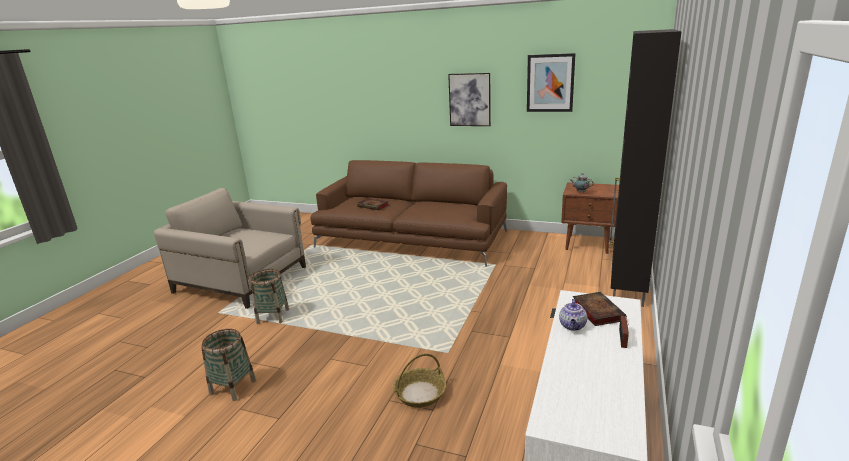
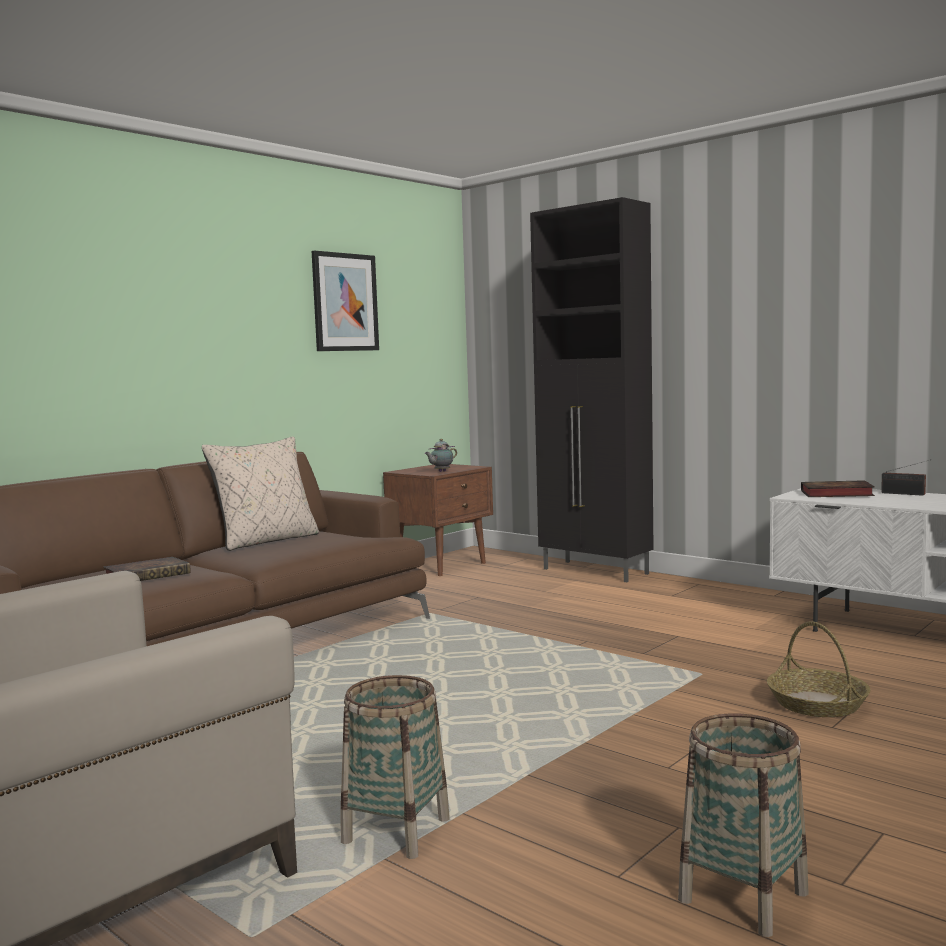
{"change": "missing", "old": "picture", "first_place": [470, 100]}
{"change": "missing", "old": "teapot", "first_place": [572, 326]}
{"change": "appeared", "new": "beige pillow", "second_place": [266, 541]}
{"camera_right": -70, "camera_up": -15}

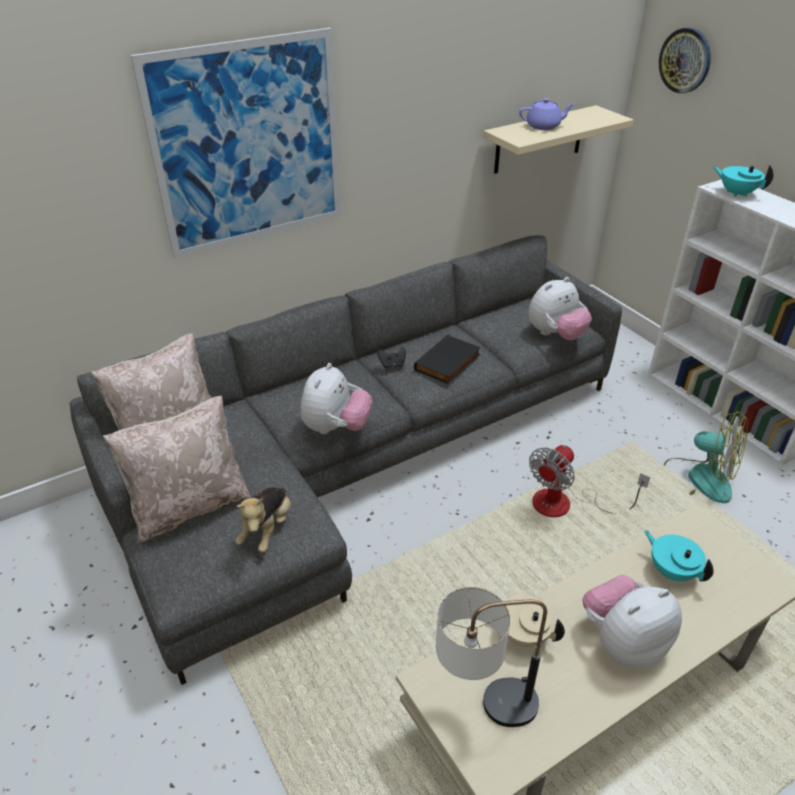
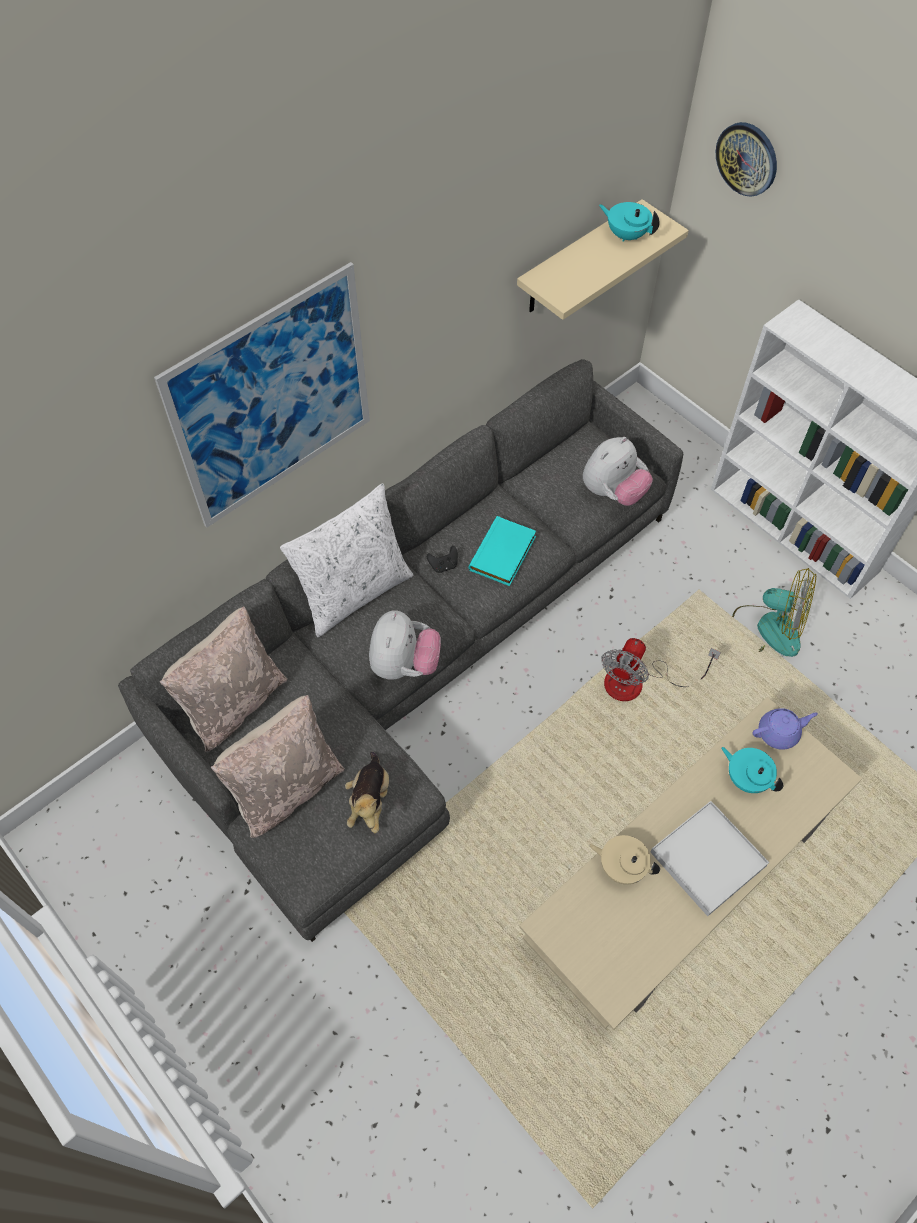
{"change": "missing", "old": "table lamp", "first_place": [483, 706]}
{"change": "appeared", "new": "white pillow", "second_place": [354, 592]}
{"change": "relocated", "old": "purple teapot", "first_place": [544, 126], "second_place": [779, 733]}
{"change": "relocated", "old": "turquoise teapot", "first_place": [736, 193], "second_place": [626, 235]}
{"change": "exchanged", "old": "plush toy", "new": "white tray", "first_place": [623, 642], "second_place": [708, 859]}
{"change": "colour", "old": "black book", "new": "turquoise book", "first_place": [448, 363], "second_place": [504, 554]}
{"camera_right": -10, "camera_up": 20}

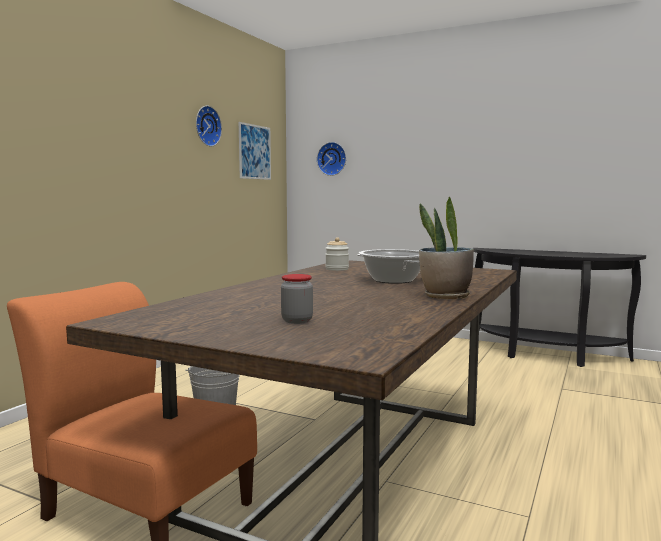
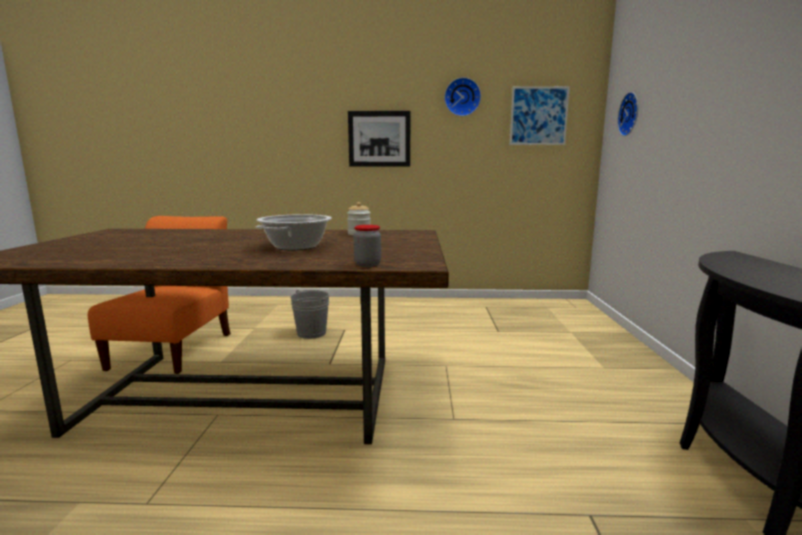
{"change": "missing", "old": "potted plant", "first_place": [445, 296]}
{"change": "appeared", "new": "picture", "second_place": [379, 139]}
{"change": "relocated", "old": "jar", "first_place": [297, 321], "second_place": [367, 265]}
{"camera_right": 65, "camera_up": 5}

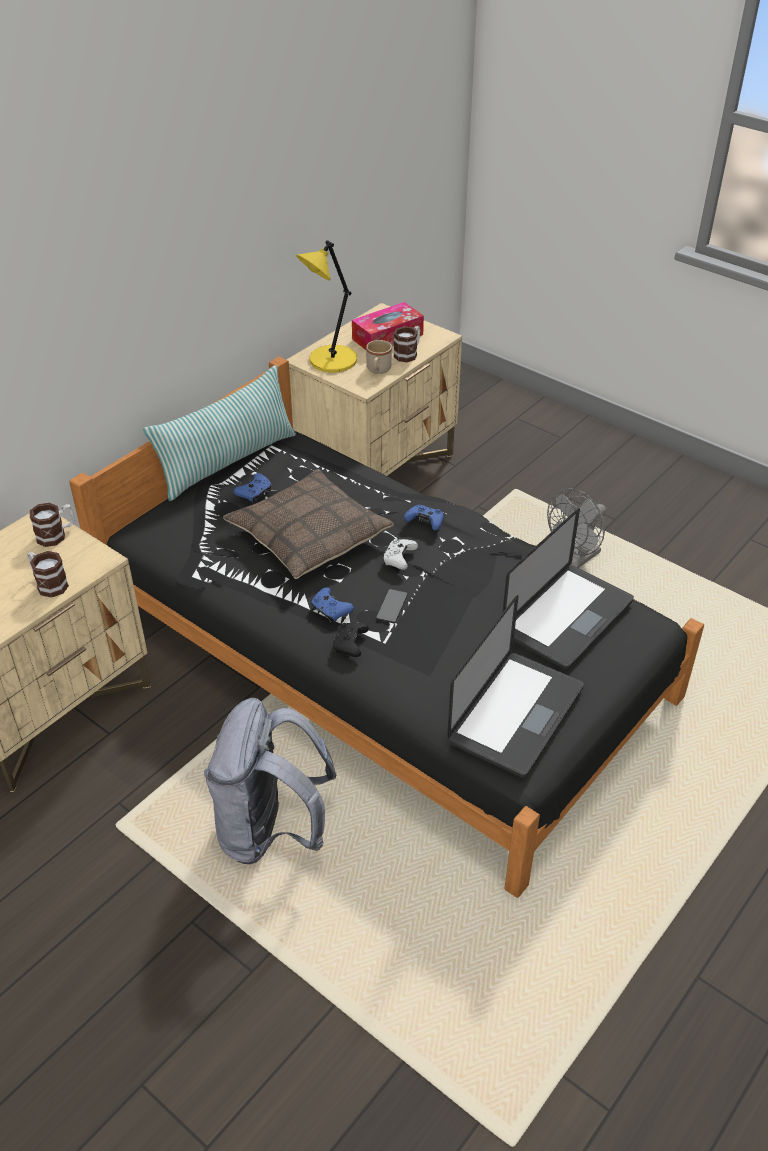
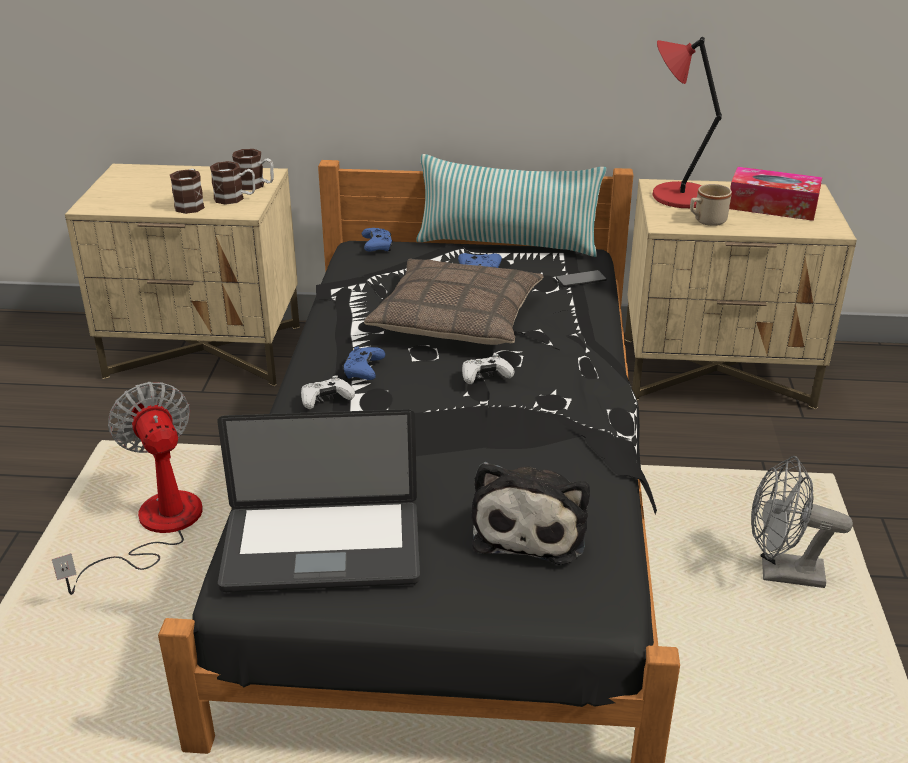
{"change": "relocated", "old": "phone", "first_place": [392, 607], "second_place": [581, 280]}
{"change": "relocated", "old": "mug", "first_place": [408, 353], "second_place": [235, 198]}
{"change": "relocated", "old": "blue game controller", "first_place": [425, 522], "second_place": [377, 246]}
{"change": "exchanged", "old": "grey backpack", "new": "fan", "first_place": [271, 831], "second_place": [155, 529]}
{"change": "exchanged", "old": "laptop", "new": "plush toy", "first_place": [567, 618], "second_place": [531, 528]}
{"change": "colour", "old": "yellow table lamp", "new": "red table lamp", "first_place": [331, 361], "second_place": [678, 196]}
{"change": "colour", "old": "black game controller", "new": "white game controller", "first_place": [350, 644], "second_place": [326, 400]}
{"camera_right": 55, "camera_up": -10}

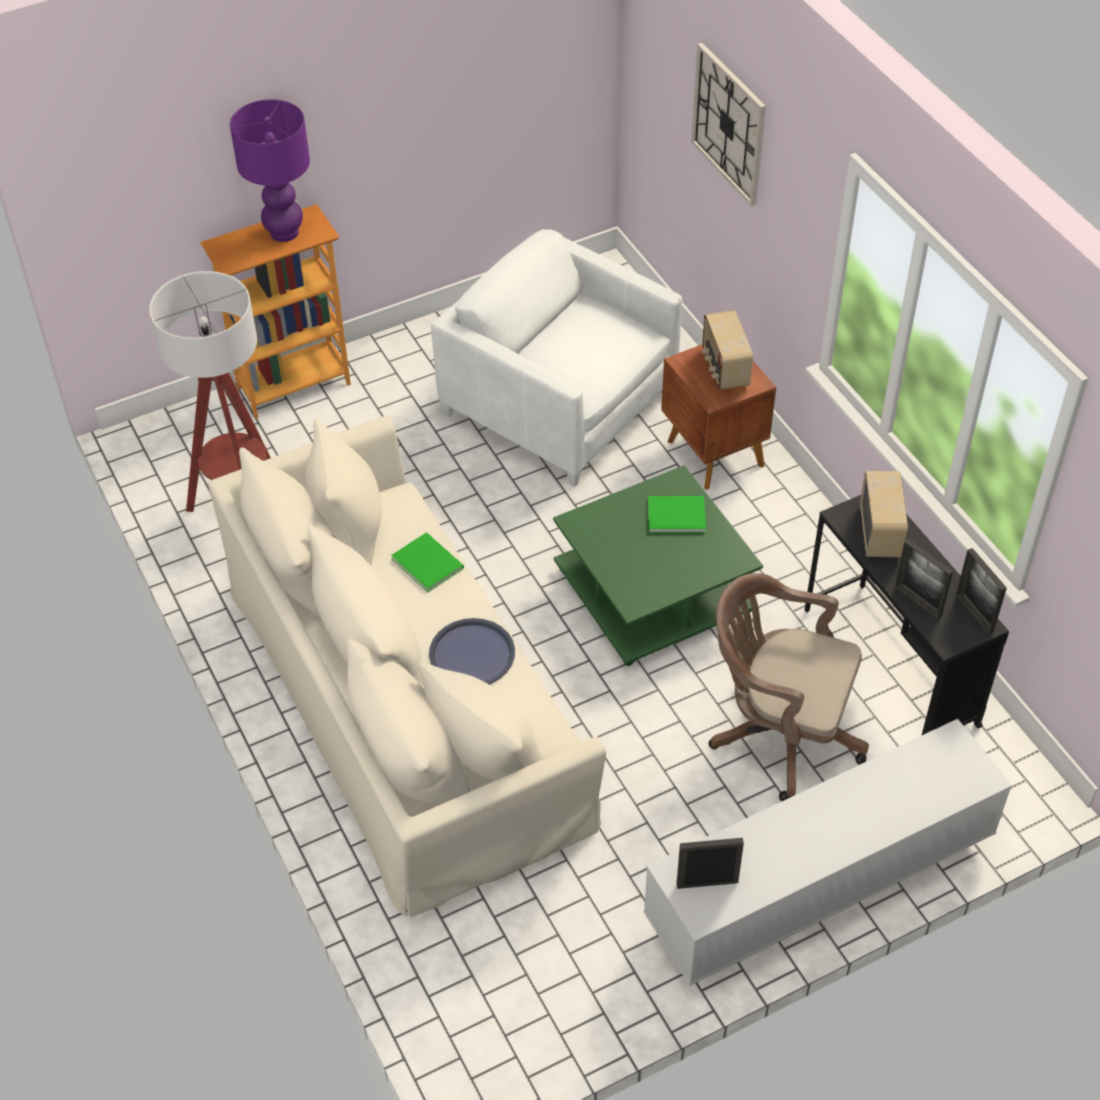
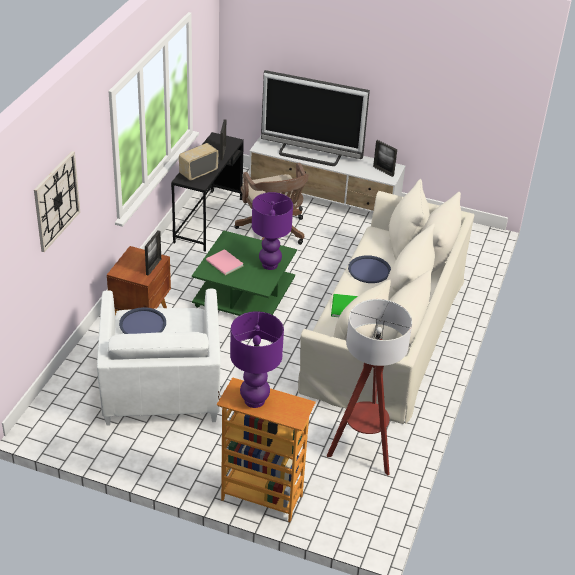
{"change": "missing", "old": "radio", "first_place": [724, 368]}
{"change": "appeared", "new": "blue tray", "second_place": [143, 324]}
{"change": "appeared", "new": "purple table lamp", "second_place": [270, 265]}
{"change": "appeared", "new": "television", "second_place": [310, 154]}
{"change": "relocated", "old": "picture frame", "first_place": [974, 613], "second_place": [153, 267]}
{"change": "colour", "old": "green book", "new": "pink book", "first_place": [674, 514], "second_place": [224, 264]}
{"camera_right": -135, "camera_up": -10}

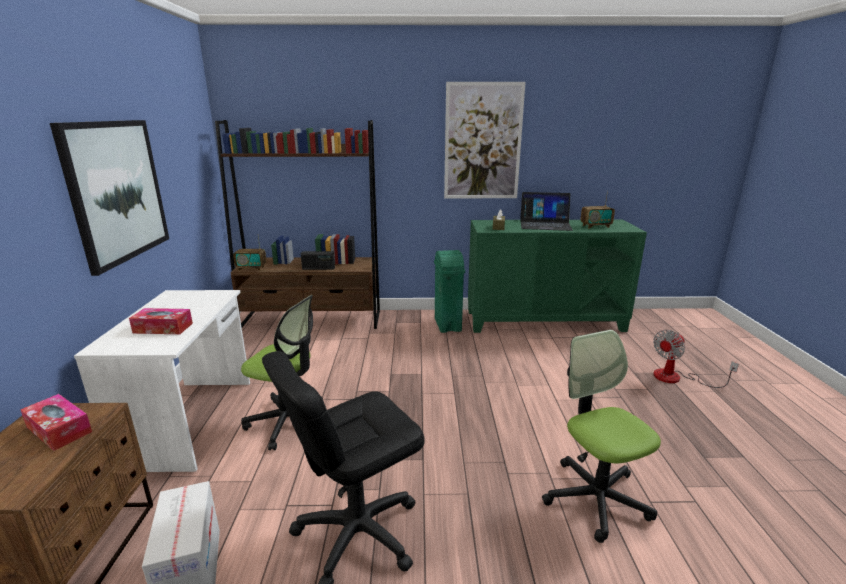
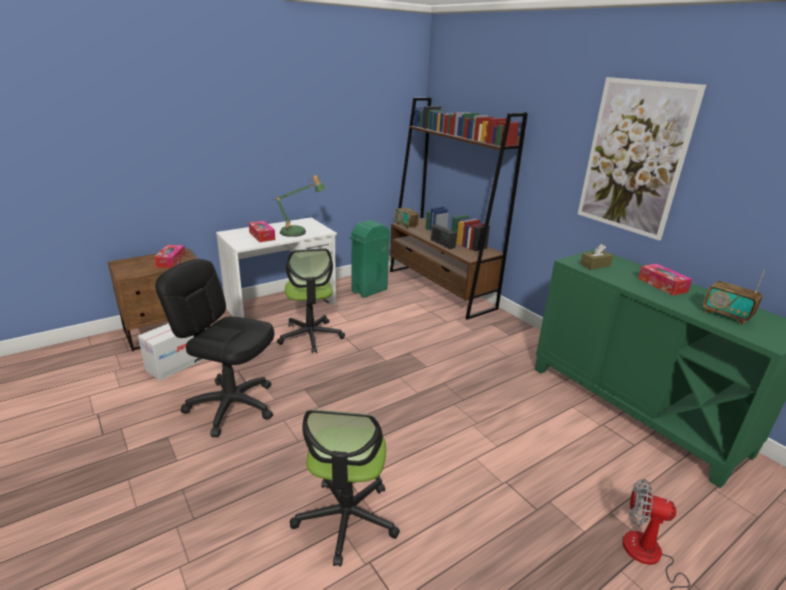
{"change": "missing", "old": "picture", "first_place": [117, 191]}
{"change": "appeared", "new": "table lamp", "second_place": [298, 232]}
{"change": "relocated", "old": "green trash can", "first_place": [447, 325], "second_place": [369, 290]}
{"change": "exchanged", "old": "laptop", "new": "tissue box", "first_place": [545, 224], "second_place": [662, 285]}
{"change": "spun", "old": "office chair", "first_place": [596, 498], "second_place": [346, 519], "degrees": 150}
{"camera_right": 55, "camera_up": 5}

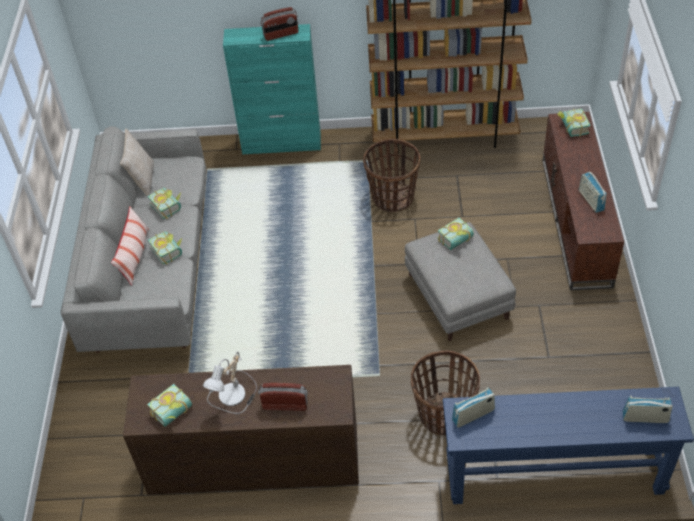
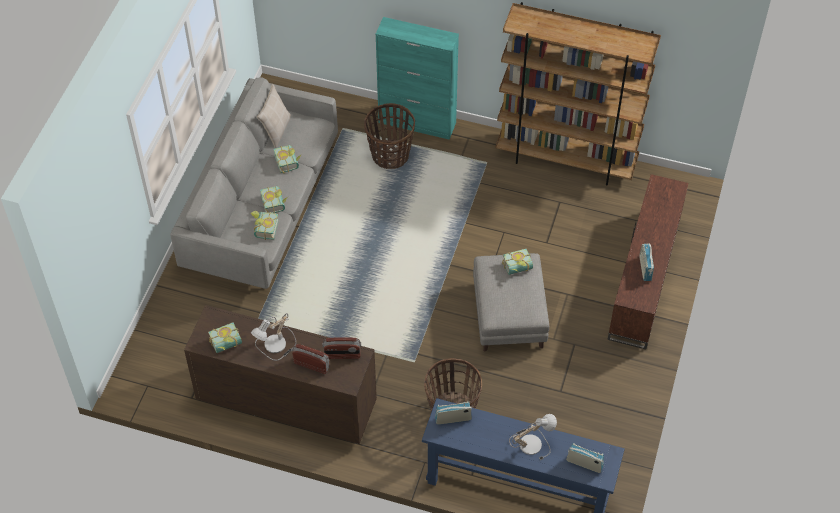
{"change": "missing", "old": "pillow", "first_place": [134, 256]}
{"change": "appeared", "new": "table lamp", "second_place": [530, 442]}
{"change": "relocated", "old": "radio", "first_place": [281, 34], "second_place": [342, 355]}
{"change": "relocated", "old": "basket", "first_place": [392, 197], "second_place": [390, 155]}
{"change": "relocated", "old": "book", "first_place": [571, 128], "second_place": [263, 229]}
{"camera_right": 15, "camera_up": 5}

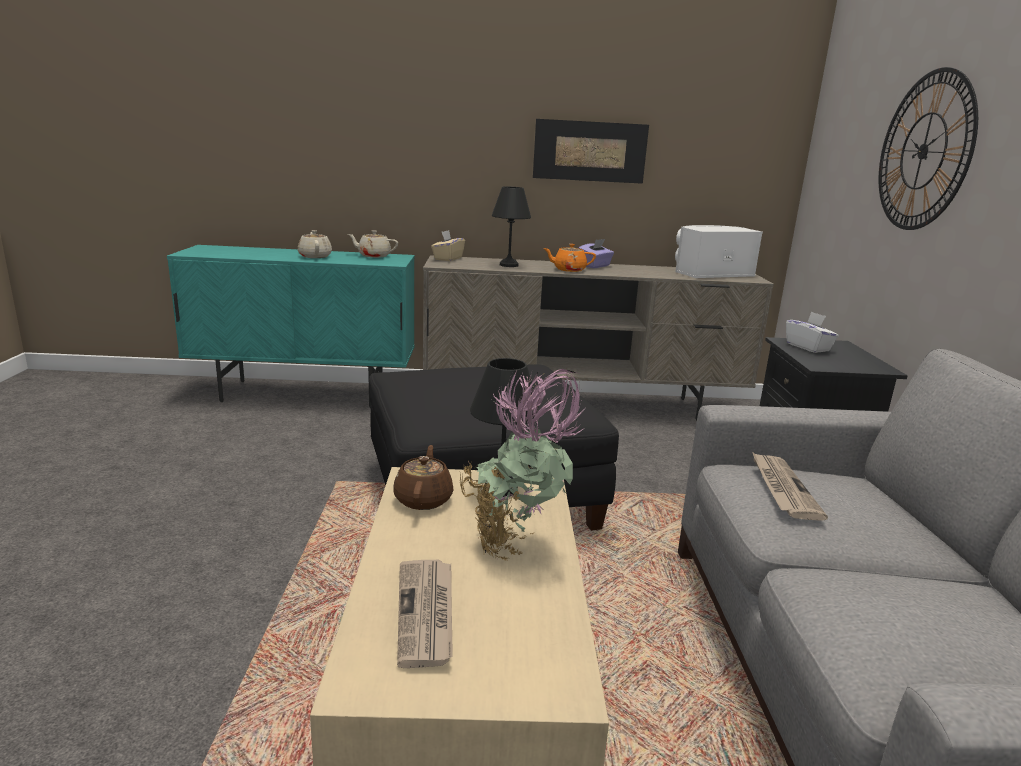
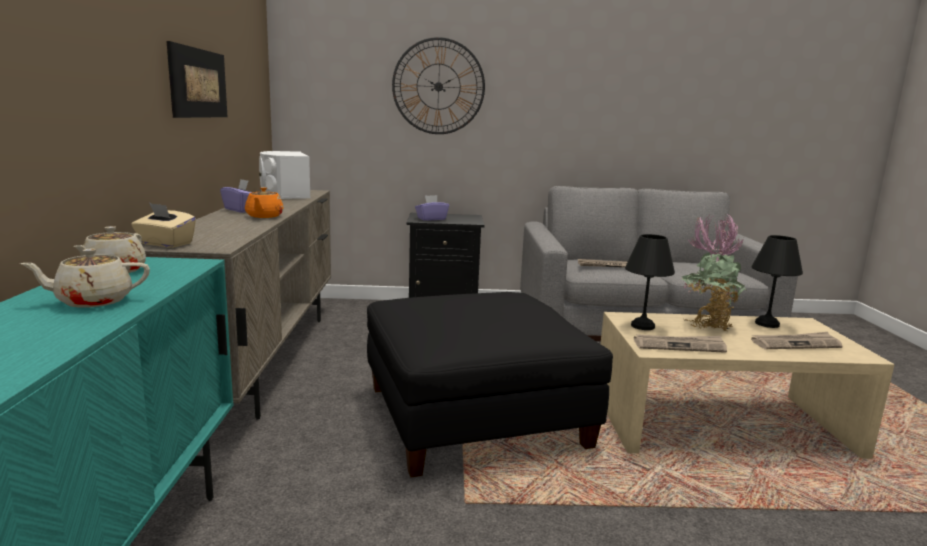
{"change": "relocated", "old": "black table lamp", "first_place": [508, 265], "second_place": [767, 324]}
{"change": "exchanged", "old": "brown teapot", "new": "newspaper", "first_place": [423, 499], "second_place": [679, 345]}
{"change": "colour", "old": "white tissue box", "new": "purple tissue box", "first_place": [808, 347], "second_place": [431, 219]}
{"camera_right": -90, "camera_up": -5}

